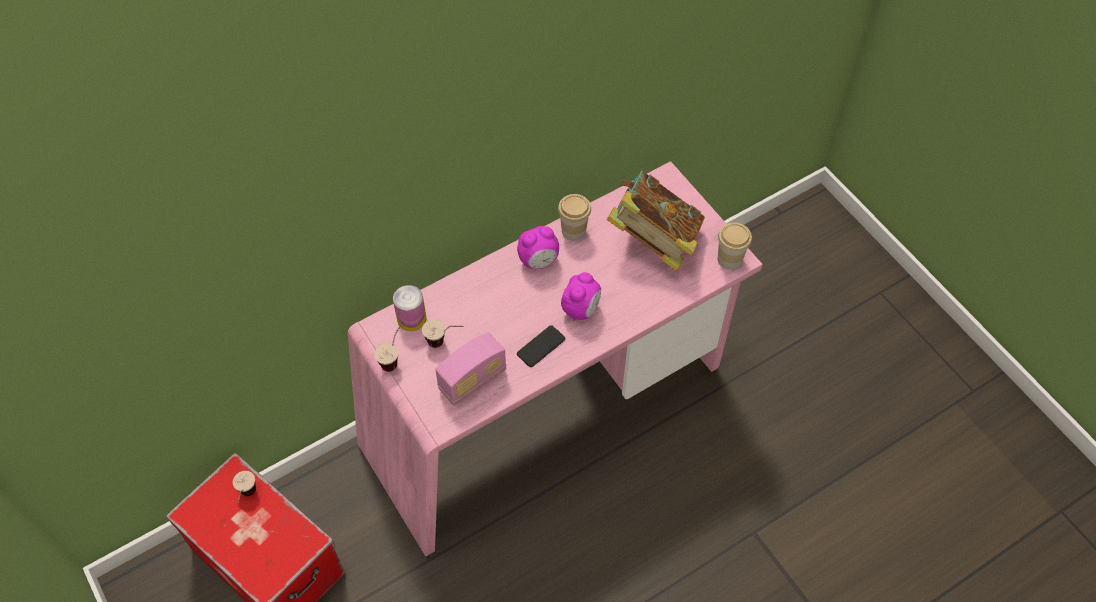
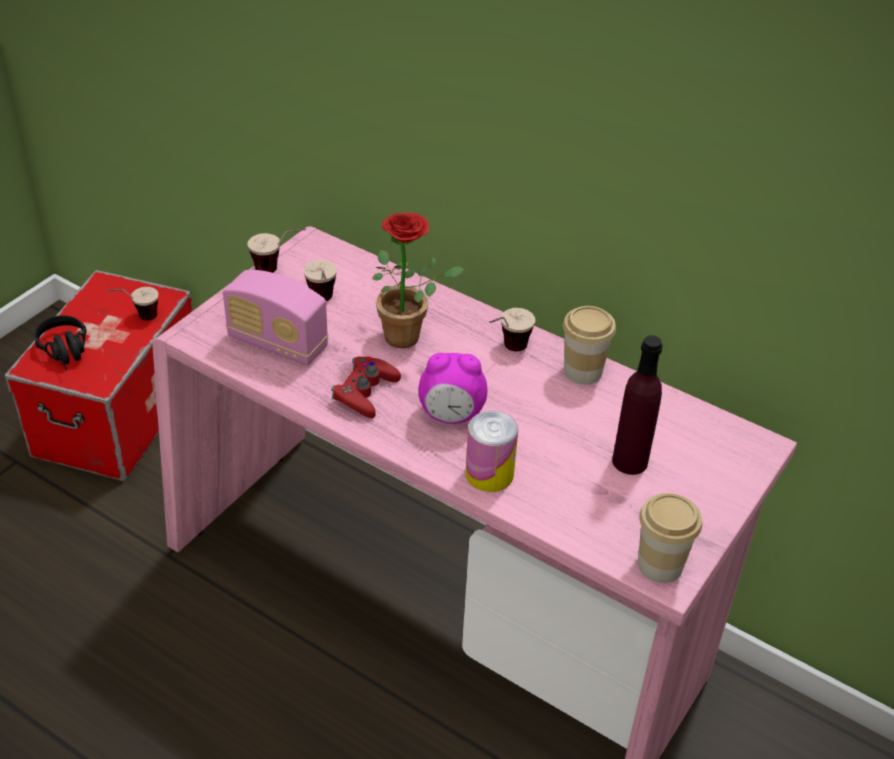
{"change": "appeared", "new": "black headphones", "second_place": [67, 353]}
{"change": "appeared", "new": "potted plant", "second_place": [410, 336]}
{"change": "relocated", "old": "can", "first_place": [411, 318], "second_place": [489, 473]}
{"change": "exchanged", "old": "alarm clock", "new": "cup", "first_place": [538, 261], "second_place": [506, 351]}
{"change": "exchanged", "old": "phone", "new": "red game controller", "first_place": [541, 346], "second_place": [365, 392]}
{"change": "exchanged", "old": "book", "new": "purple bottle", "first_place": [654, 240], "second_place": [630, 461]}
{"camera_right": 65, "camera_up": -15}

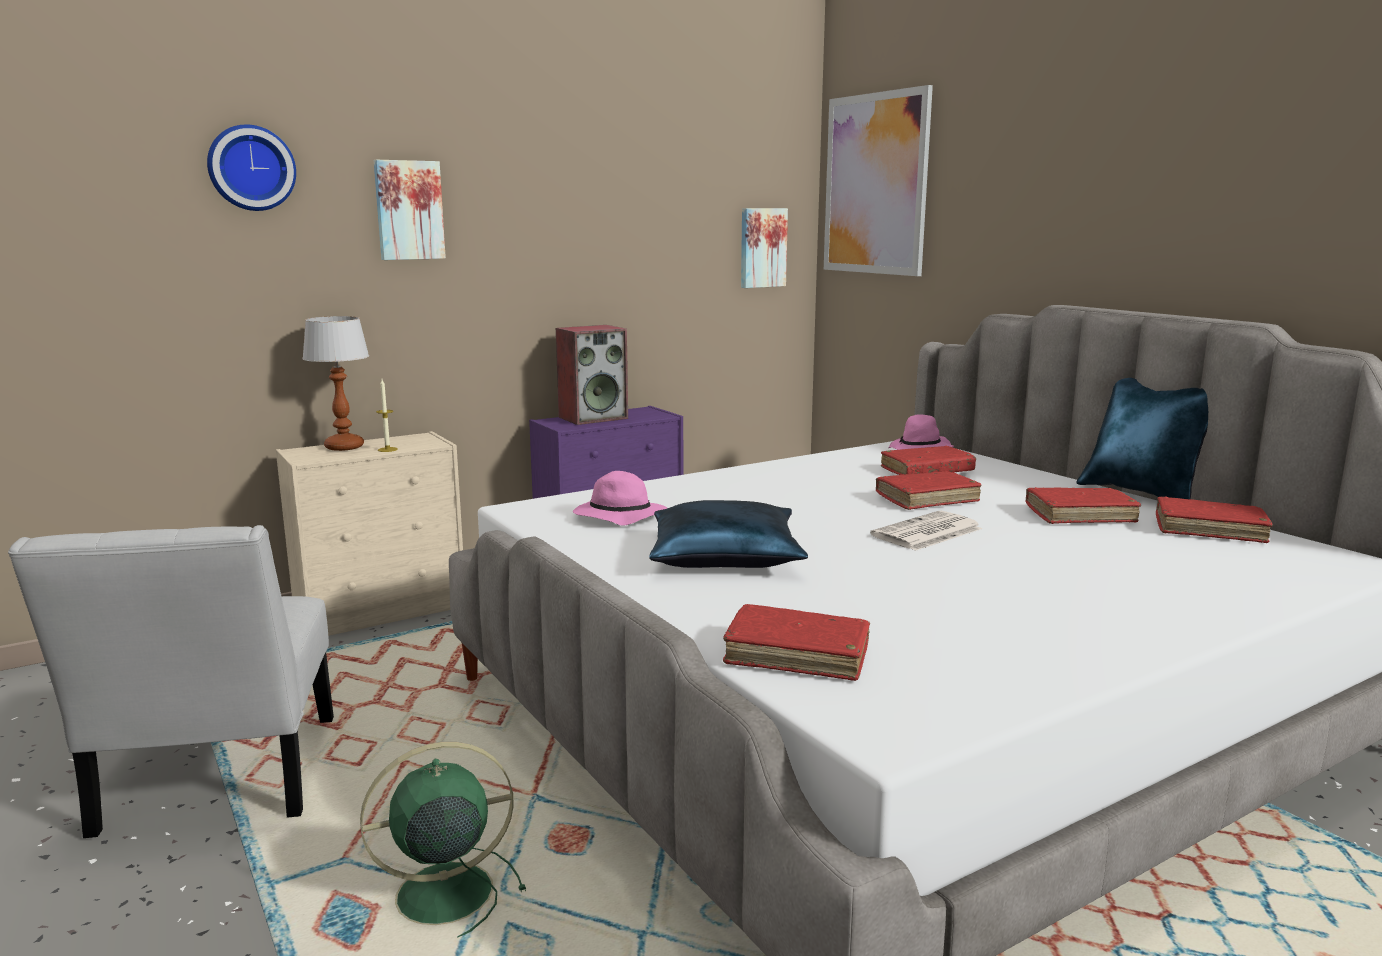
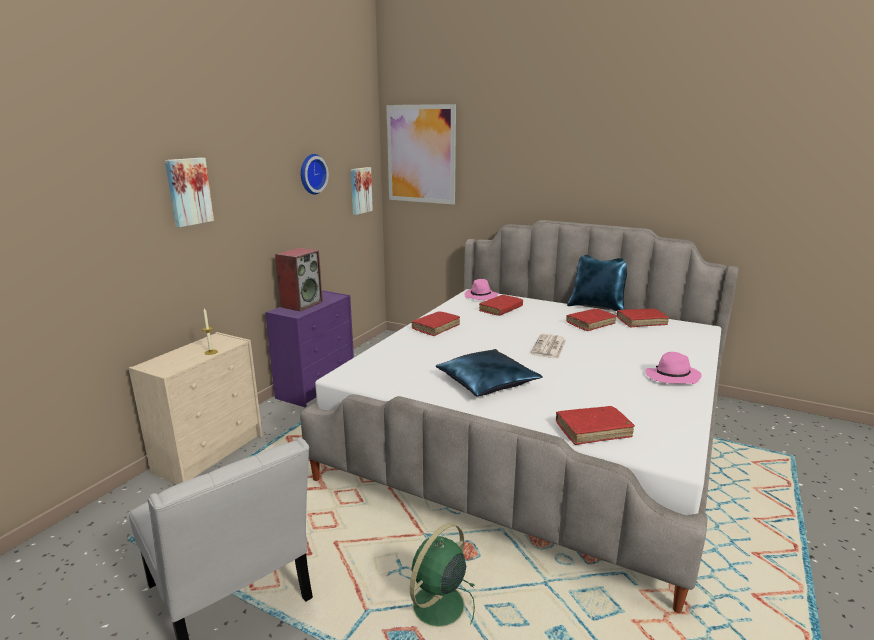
{"change": "missing", "old": "table lamp", "first_place": [345, 447]}
{"change": "relocated", "old": "wall clock", "first_place": [251, 168], "second_place": [311, 174]}
{"change": "relocated", "old": "pink hat", "first_place": [618, 517], "second_place": [672, 378]}
{"change": "relocated", "old": "red book", "first_place": [927, 499], "second_place": [436, 328]}
{"camera_right": -30, "camera_up": 5}

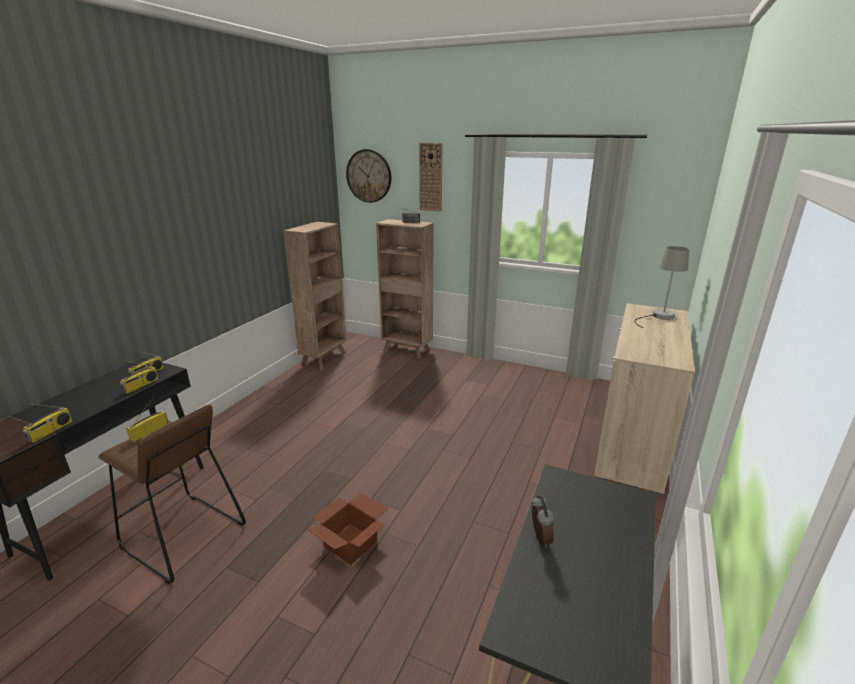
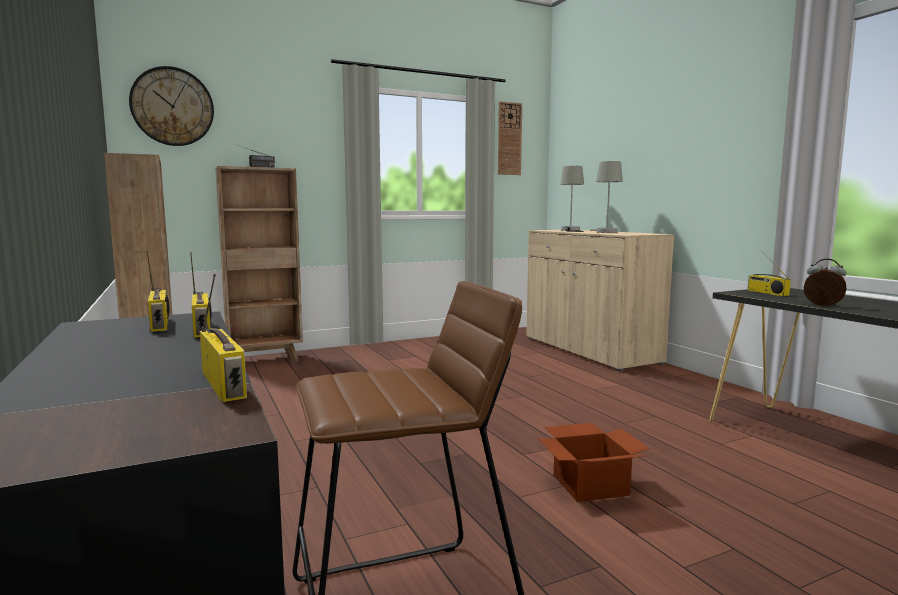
{"change": "appeared", "new": "grey table lamp", "second_place": [606, 232]}
{"change": "relocated", "old": "radio", "first_place": [149, 431], "second_place": [766, 293]}
{"change": "relocated", "old": "wall clock", "first_place": [431, 177], "second_place": [509, 139]}
{"camera_right": -50, "camera_up": -15}

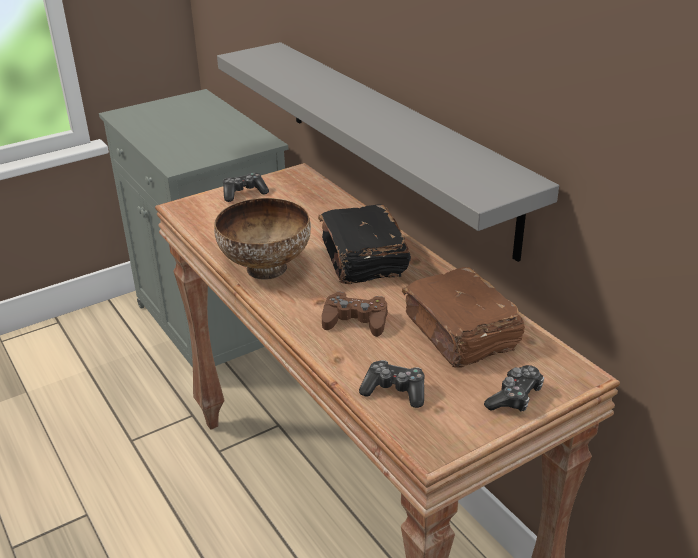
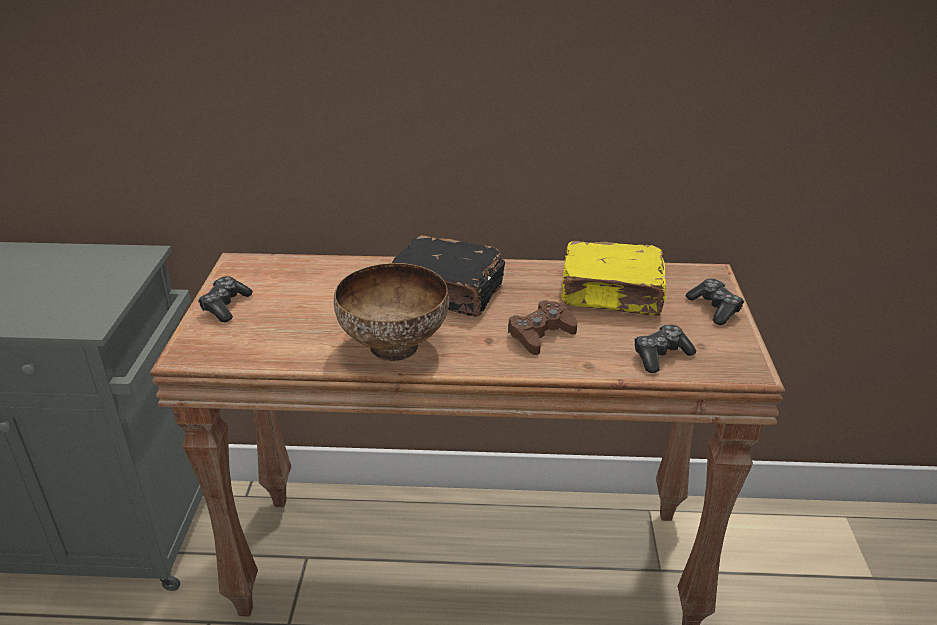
{"change": "missing", "old": "grey shelf", "first_place": [392, 140]}
{"change": "colour", "old": "brown book", "new": "yellow book", "first_place": [461, 333], "second_place": [613, 295]}
{"camera_right": -55, "camera_up": 0}

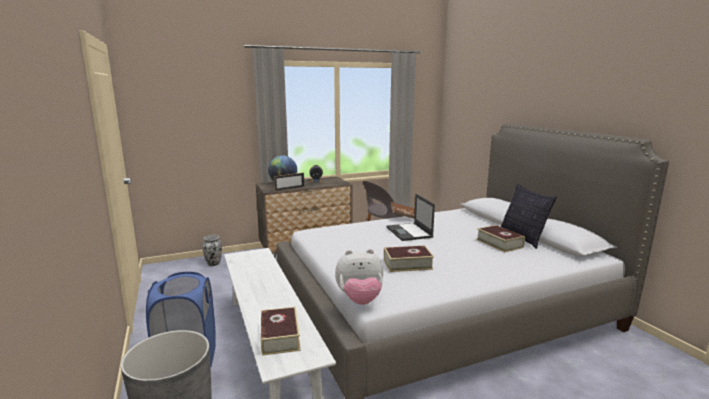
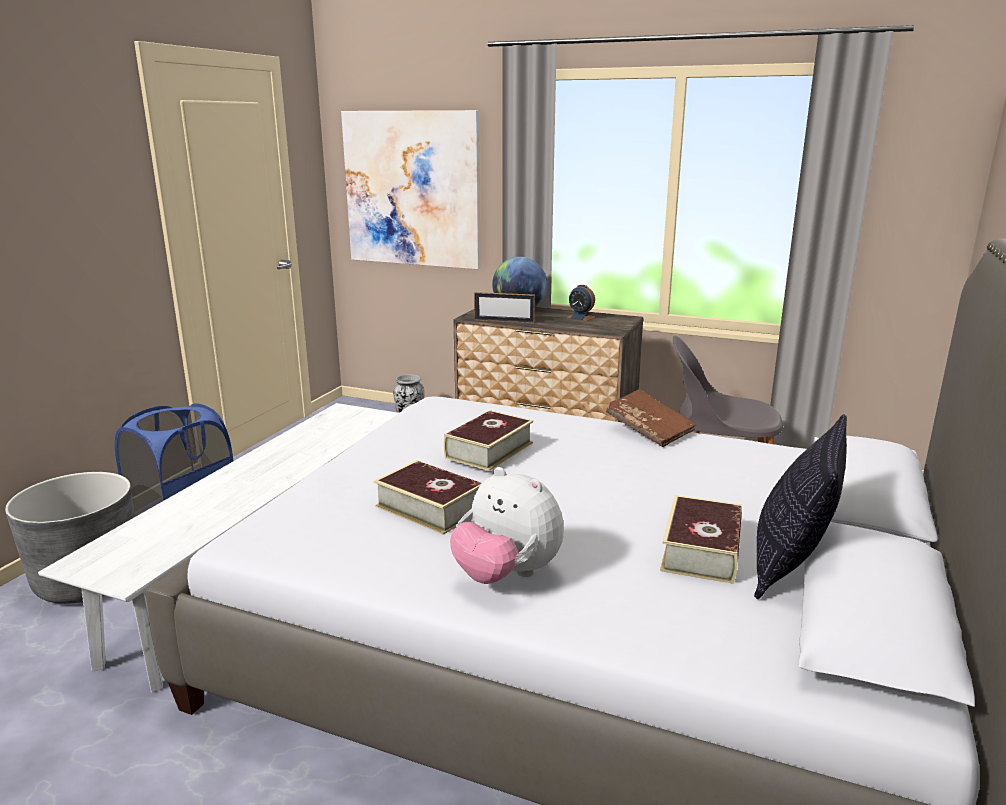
{"change": "missing", "old": "laptop", "first_place": [409, 232]}
{"change": "appeared", "new": "picture", "second_place": [412, 189]}
{"change": "relocated", "old": "book", "first_place": [280, 337], "second_place": [489, 450]}
{"change": "relocated", "old": "plush toy", "first_place": [360, 300], "second_place": [506, 575]}
{"camera_right": 45, "camera_up": 5}

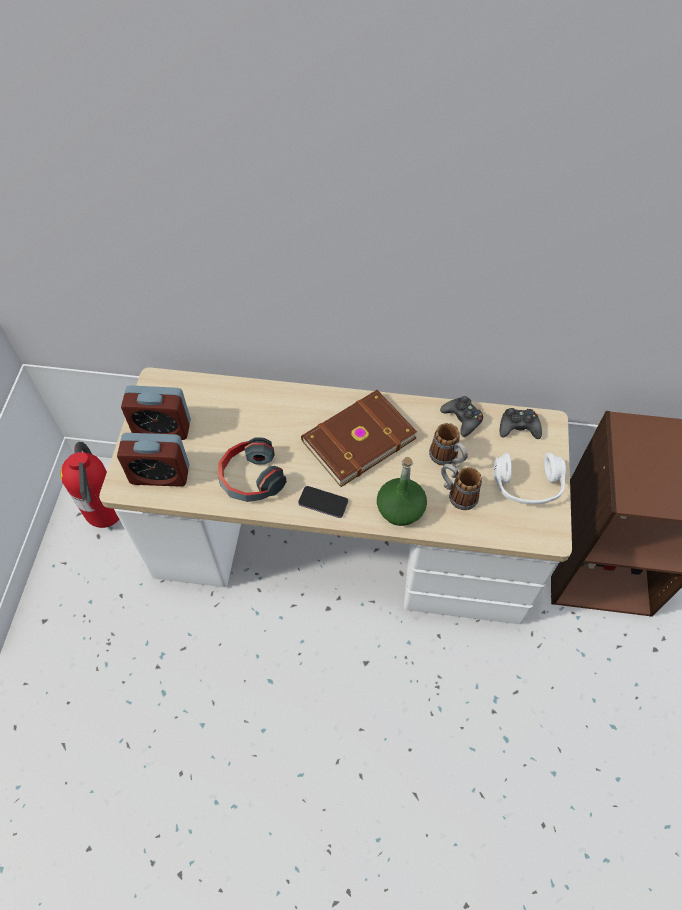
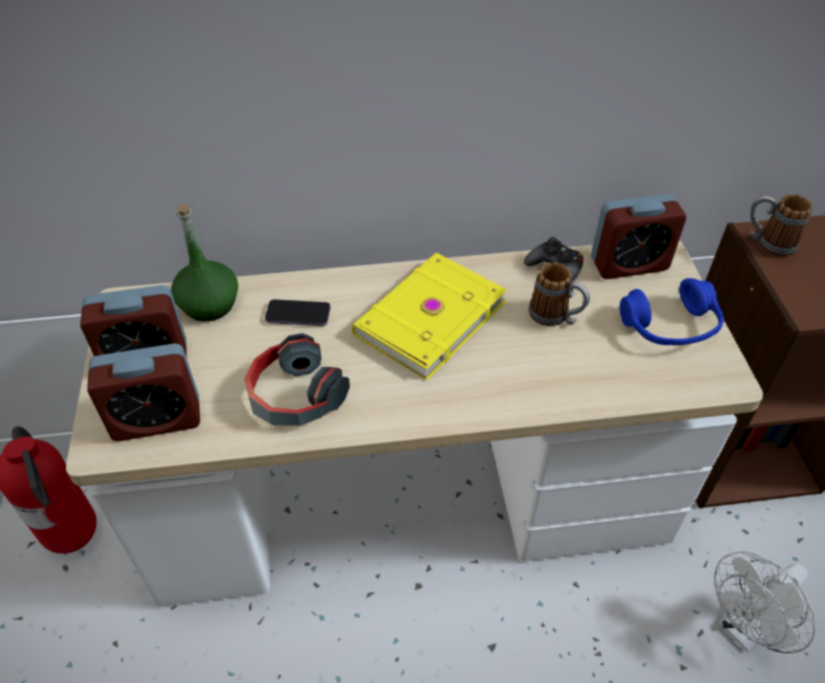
{"change": "appeared", "new": "white fan", "second_place": [744, 629]}
{"change": "relocated", "old": "phone", "first_place": [323, 503], "second_place": [298, 314]}
{"change": "relocated", "old": "green bottle", "first_place": [400, 509], "second_place": [209, 304]}
{"change": "relocated", "old": "mug", "first_place": [457, 494], "second_place": [768, 243]}
{"change": "exchanged", "old": "black game controller", "new": "alarm clock", "first_place": [518, 427], "second_place": [629, 264]}
{"change": "colour", "old": "brown book", "new": "yellow book", "first_place": [357, 439], "second_place": [427, 317]}
{"change": "colour", "old": "white headphones", "new": "blue headphones", "first_place": [527, 485], "second_place": [670, 327]}
{"camera_right": -15, "camera_up": -10}

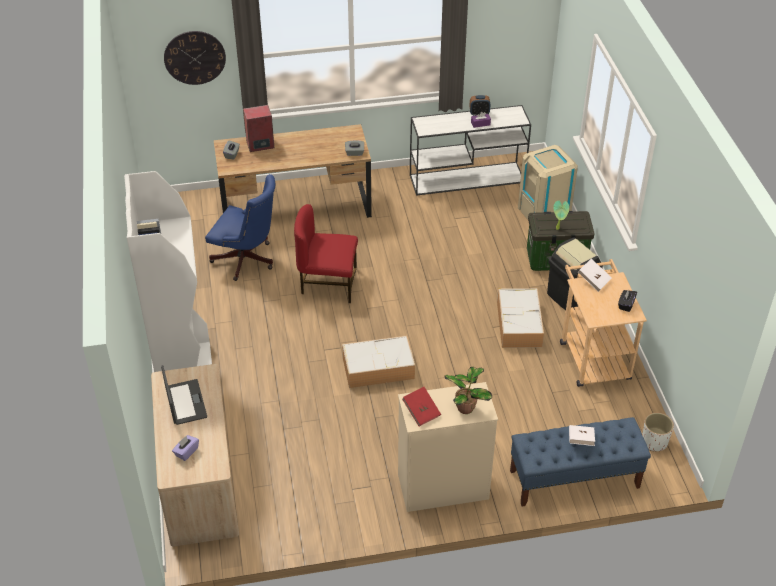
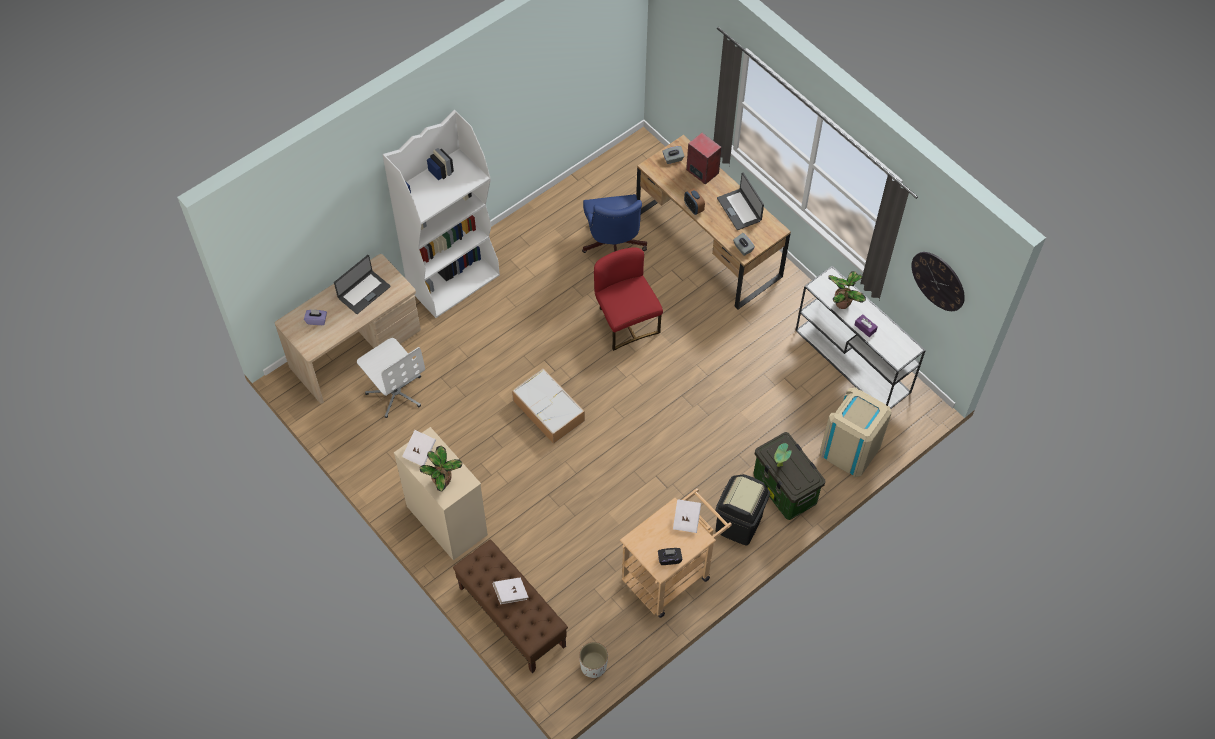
{"change": "missing", "old": "storage box", "first_place": [519, 325]}
{"change": "appeared", "new": "white office chair", "second_place": [396, 392]}
{"change": "appeared", "new": "laptop", "second_place": [739, 209]}
{"change": "appeared", "new": "potted plant", "second_place": [843, 303]}
{"change": "relocated", "old": "wall clock", "first_place": [194, 57], "second_place": [938, 281]}
{"change": "relocated", "old": "alarm clock", "first_place": [479, 114], "second_place": [693, 208]}
{"change": "colour", "old": "red book", "new": "white book", "first_place": [421, 412], "second_place": [420, 452]}
{"change": "colour", "old": "blue bench", "new": "brown bench", "first_place": [574, 479], "second_place": [511, 616]}
{"camera_right": 60, "camera_up": 15}

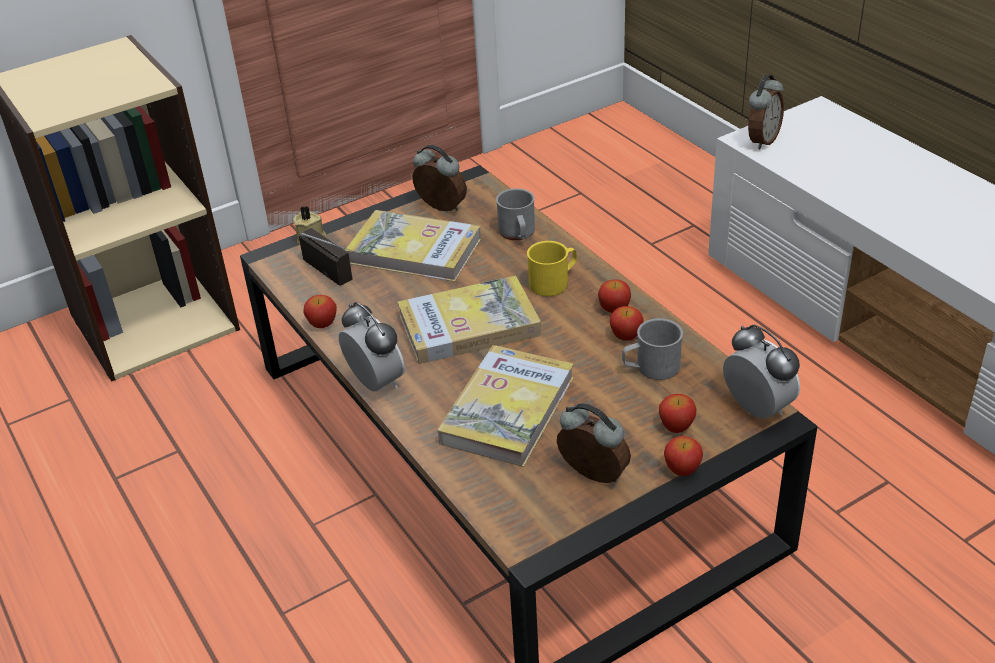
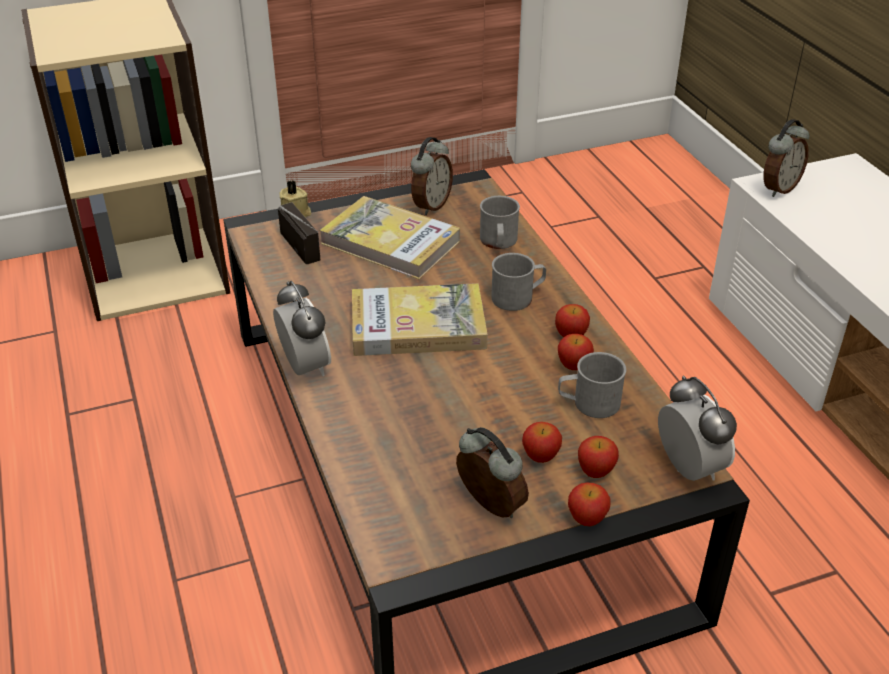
{"change": "missing", "old": "book", "first_place": [508, 409]}
{"change": "relocated", "old": "apple", "first_place": [322, 324], "second_place": [540, 456]}
{"change": "colour", "old": "yellow mug", "new": "grey mug", "first_place": [554, 282], "second_place": [518, 297]}
{"change": "spun", "old": "alarm clock", "first_place": [440, 209], "second_place": [430, 205], "degrees": 75}
{"camera_right": 10, "camera_up": 0}

